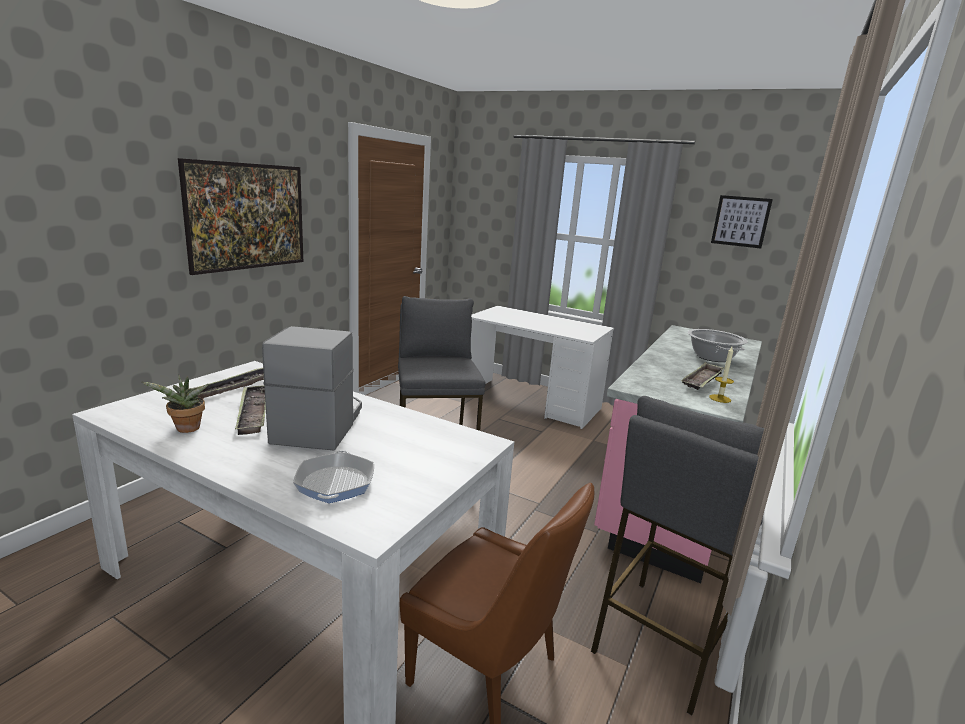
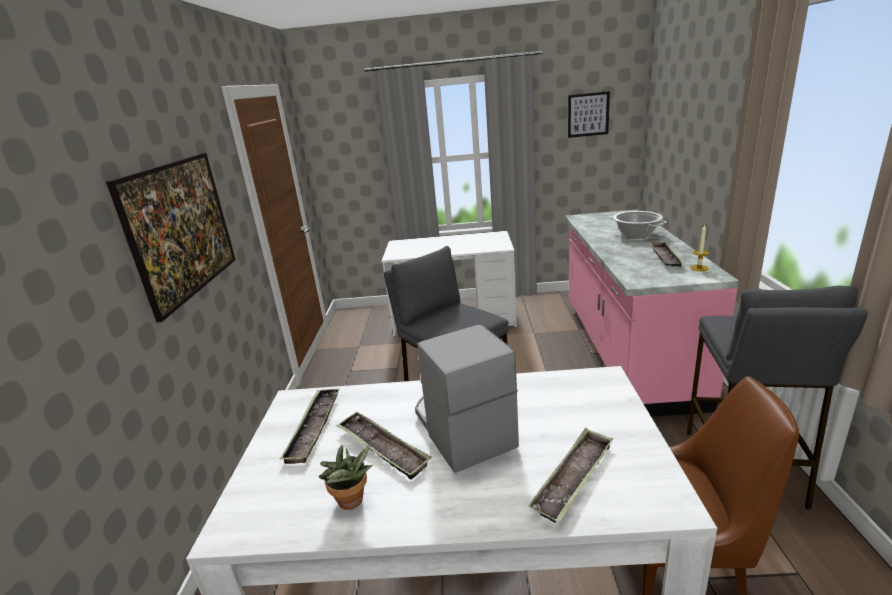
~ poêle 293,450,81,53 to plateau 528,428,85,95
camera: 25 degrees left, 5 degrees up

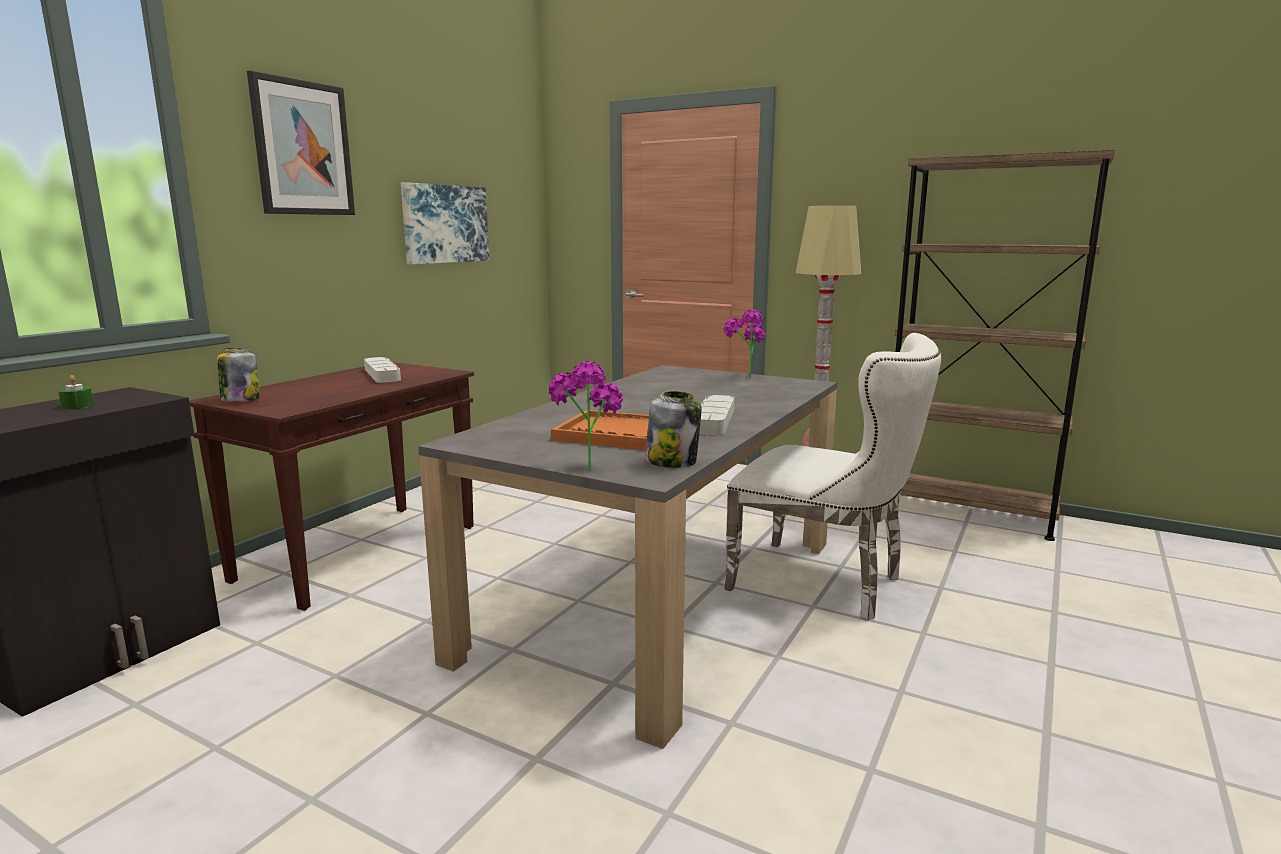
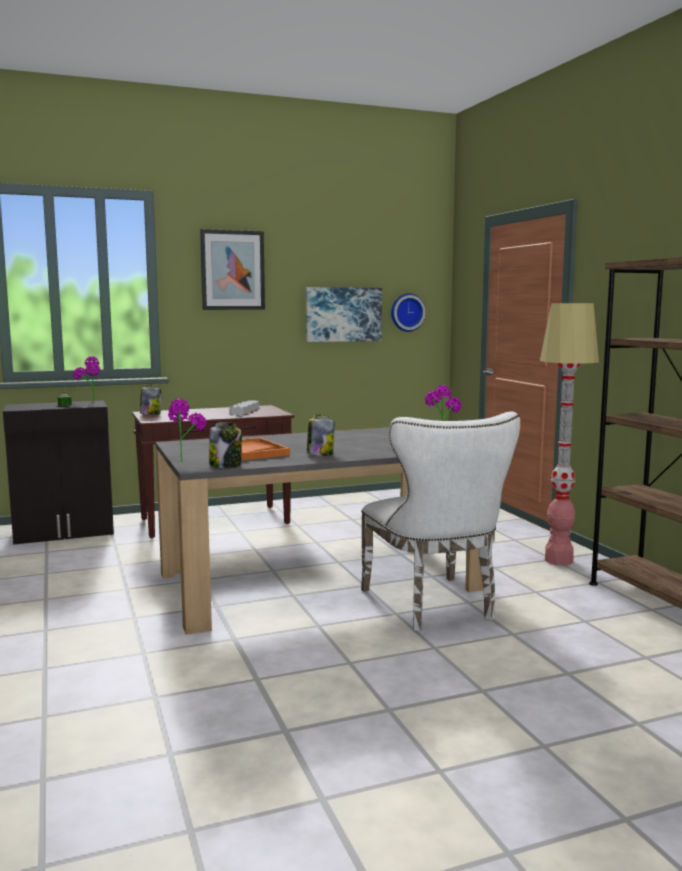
~ plateau [gris] 699,395,36,40 to bocal 307,415,28,41
+ horloge murale 391,293,35,39
+ plante en pot 73,356,27,45
camera: 40 degrees right, 5 degrees down

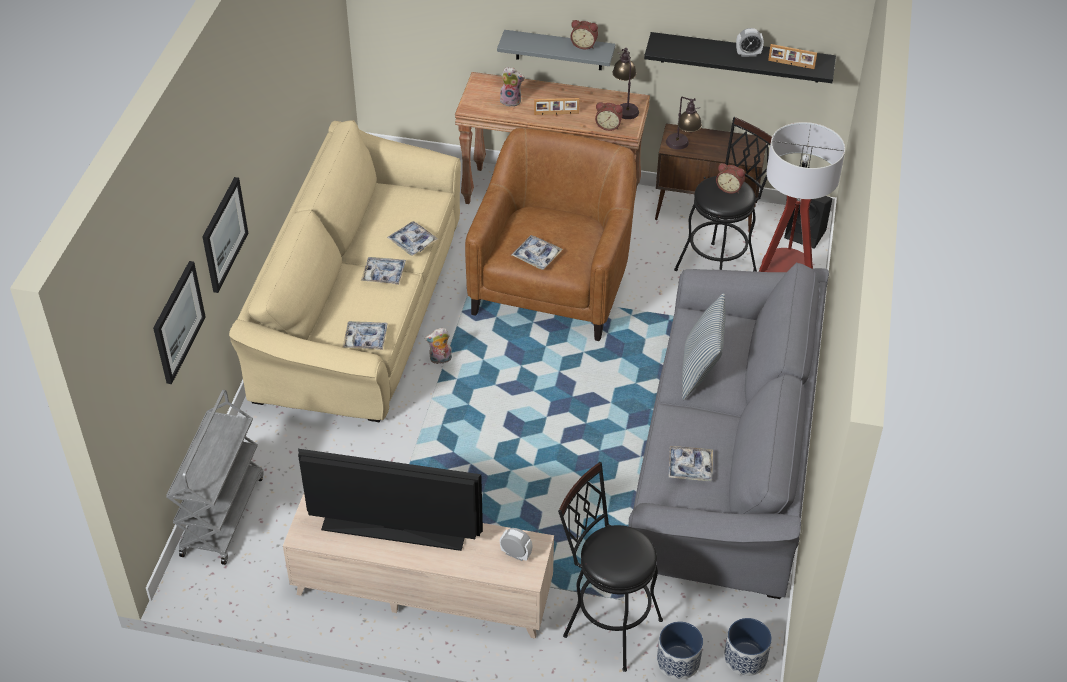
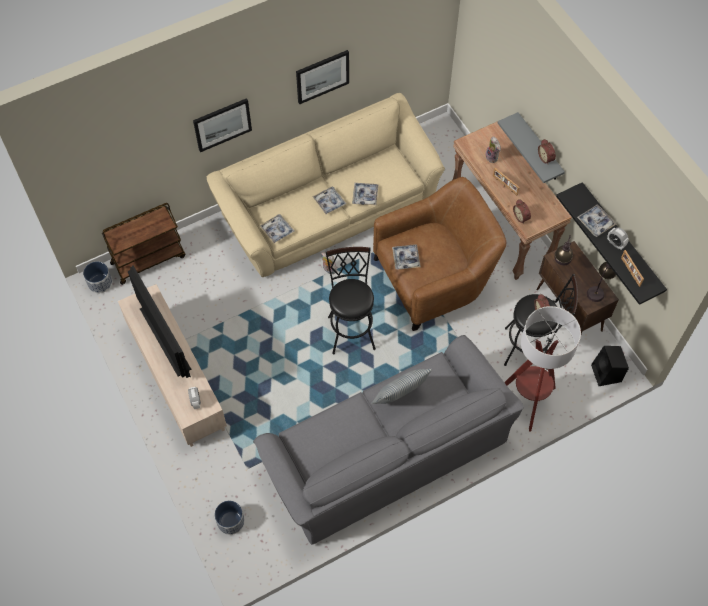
~ lampe de table 613,48,26,71 to 587,262,29,40
~ tableau 153,261,53,123 to 296,50,53,54
~ chariot [gris] 166,390,98,175 to chariot [marron] 102,203,84,82
~ plateau 668,446,45,35 to 577,204,39,33
~ tabouret [noir] 558,462,105,210 to 326,247,50,107
~ cache-pot 724,618,48,58 to 83,261,29,32
camera: 50 degrees right, 15 degrees up

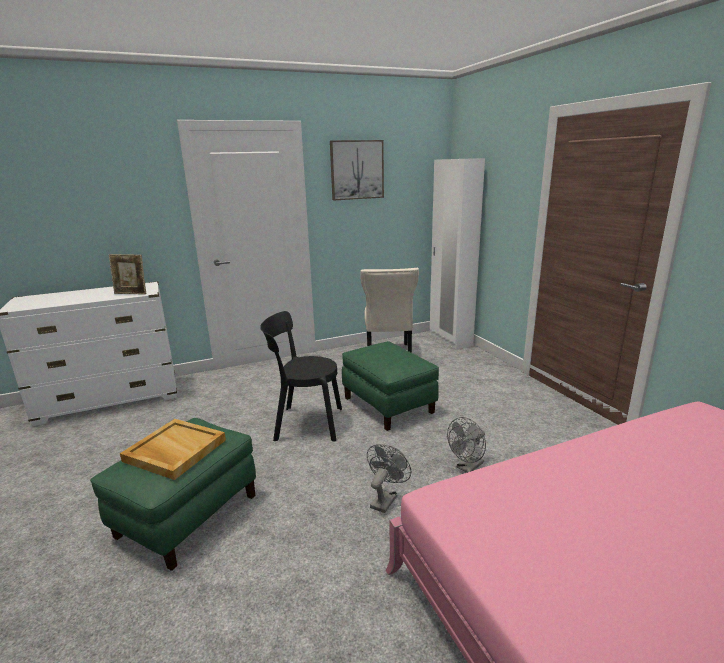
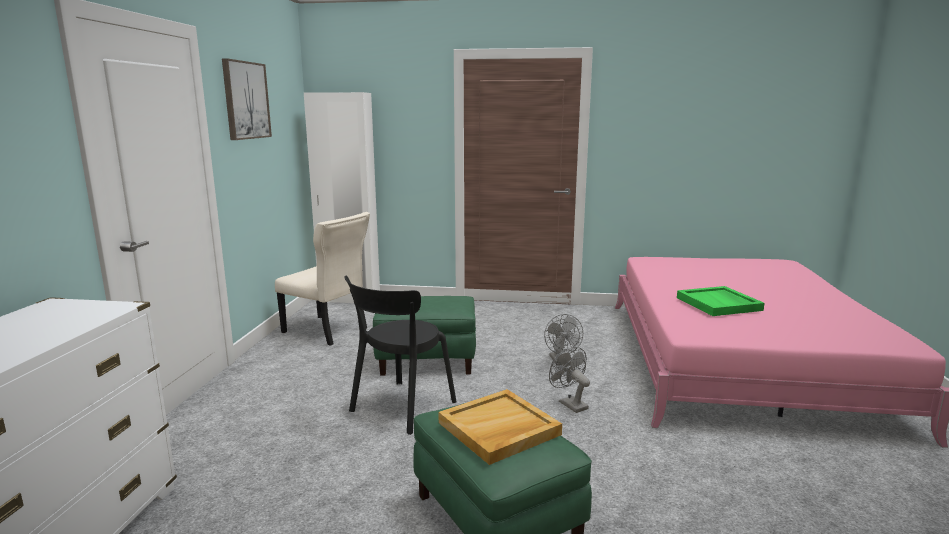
- cadre photo 109,254,37,40
+ plateau [vert] 677,286,88,30
camera: 60 degrees left, 5 degrees down

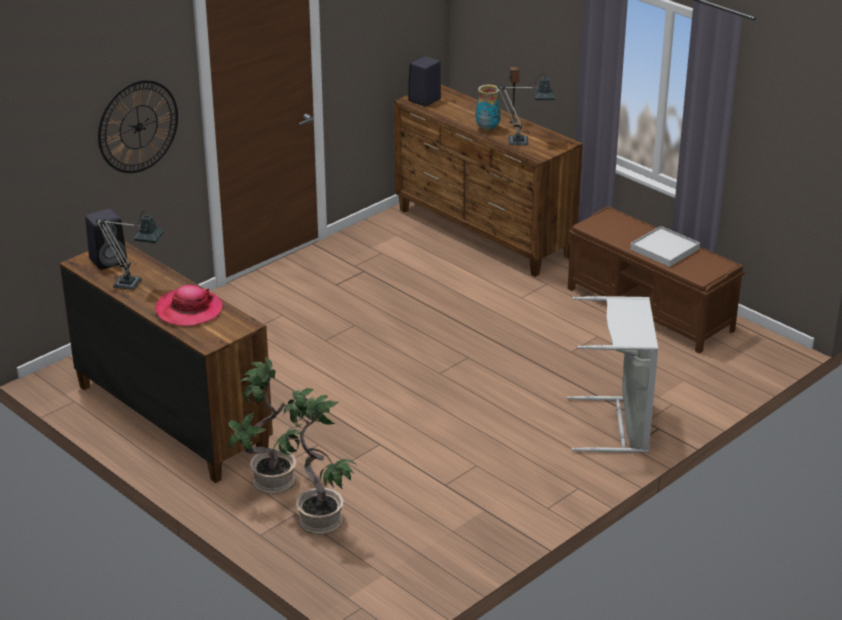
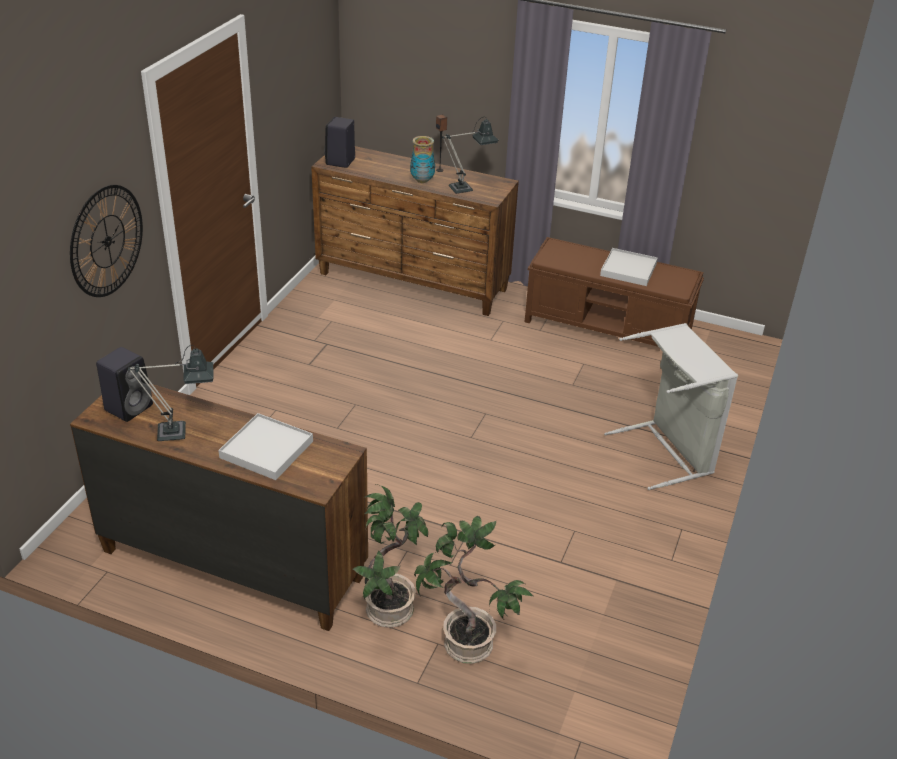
~ chapeau 155,285,68,41 to plateau [blanc] 218,413,95,67
camera: 25 degrees left, 5 degrees up

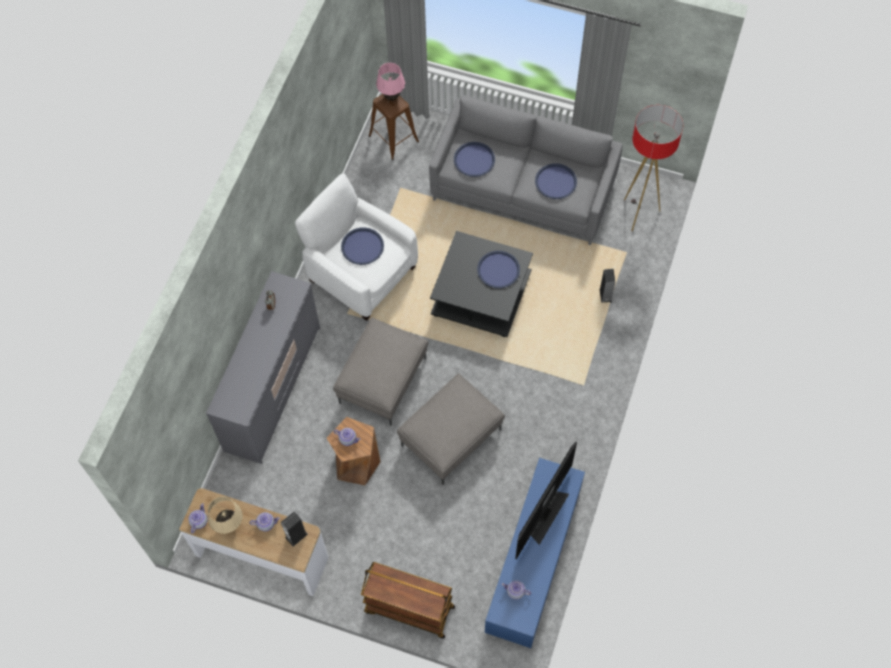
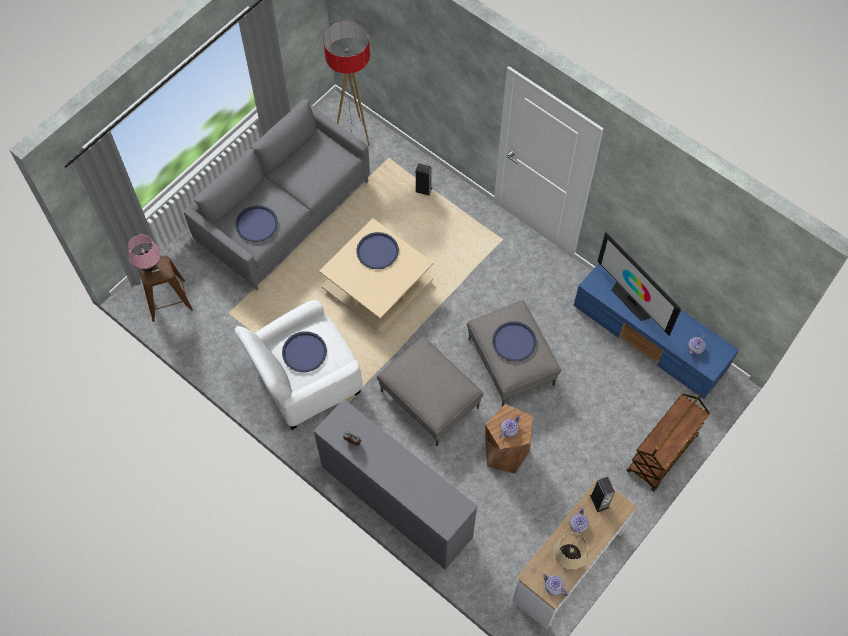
~ plateau [bleu] 535,163,42,36 to 492,321,45,41
~ table basse [noir] 430,231,103,106 to table basse [beige] 319,218,115,116
camera: 70 degrees left, 0 degrees up

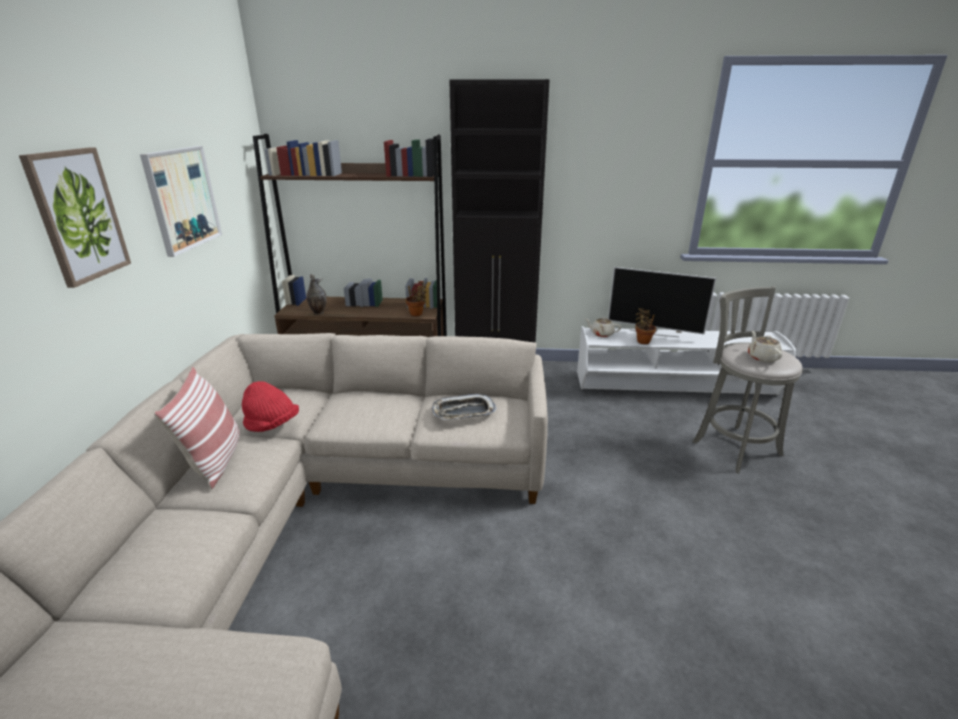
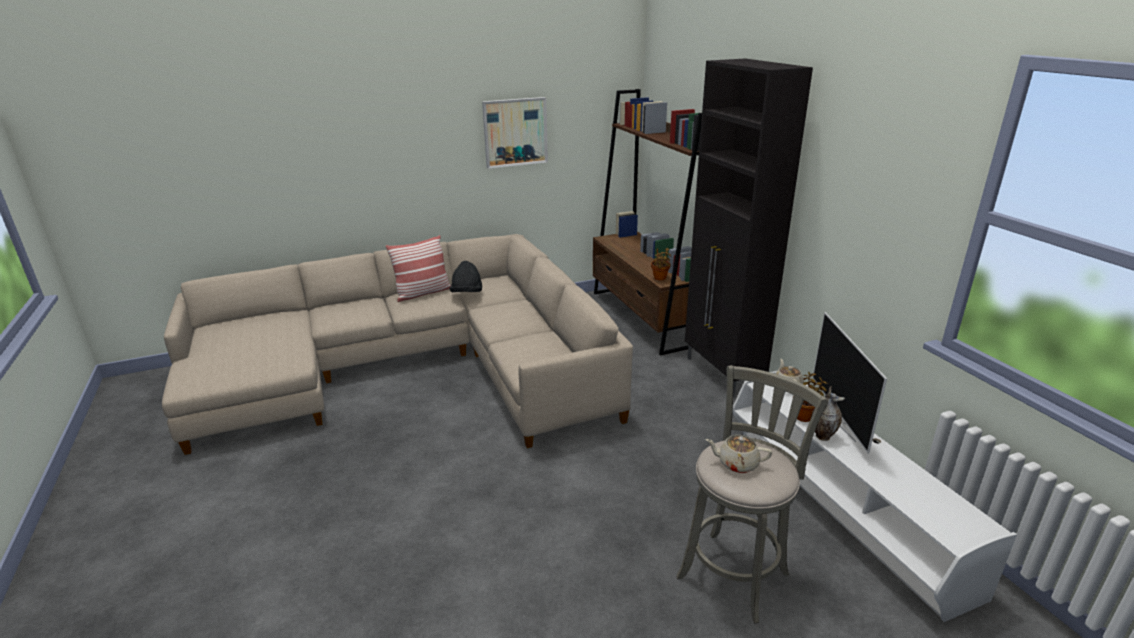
- tableau 19,147,112,141
~ vase 306,274,21,40 to 811,386,34,55
~ théière [beige] 748,331,34,31 = 705,435,67,38 135 degrees counterclockwise
~ chapeau [rouge] 242,381,57,51 to chapeau [noir] 450,261,32,31
- plateau 432,394,65,26
camera: 65 degrees right, 0 degrees up

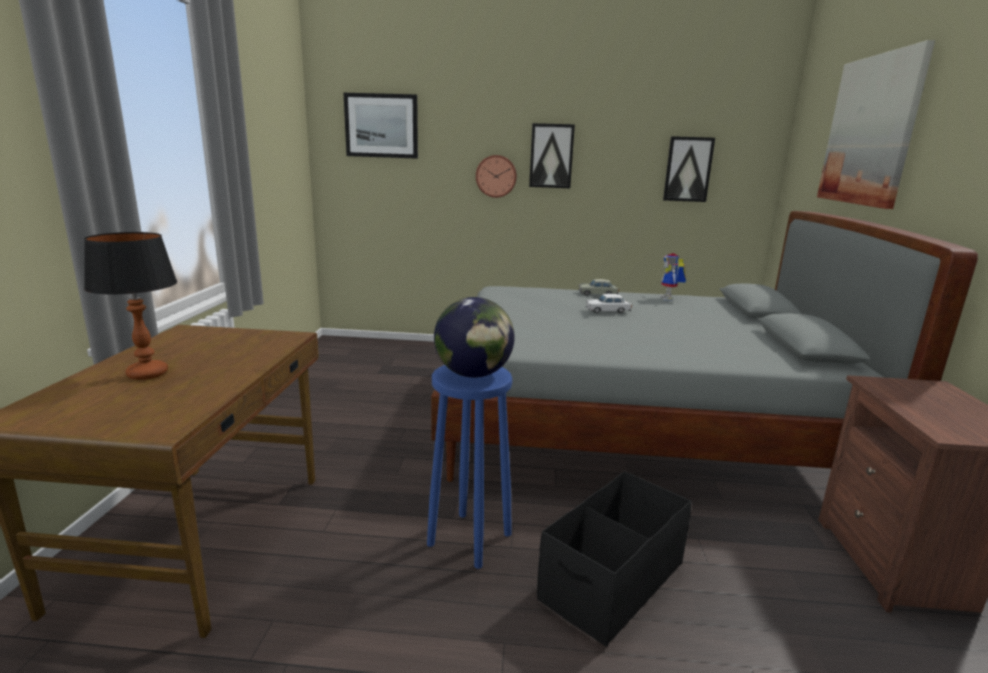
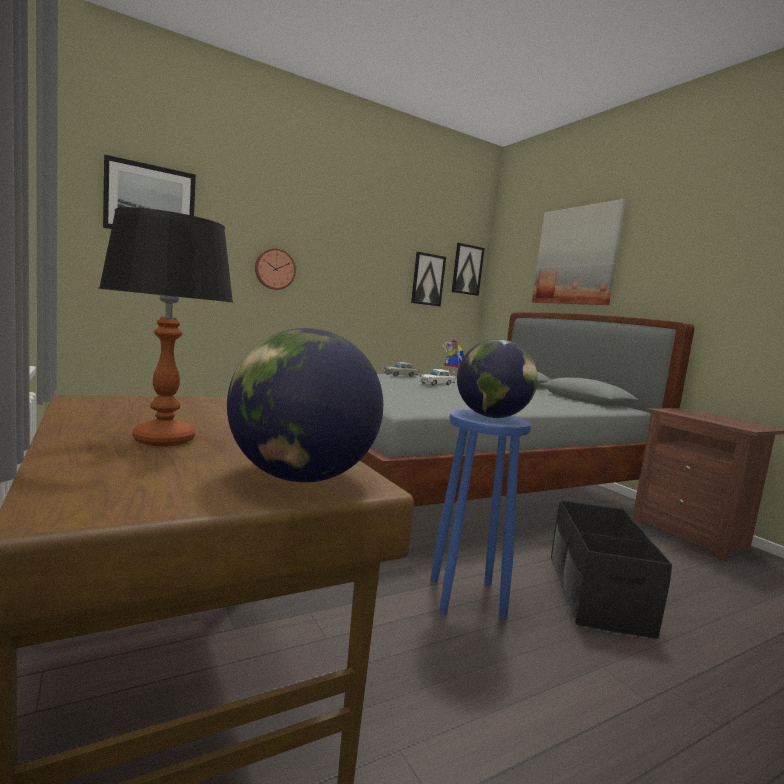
~ tableau 529,123,46,65 to 451,243,34,53
+ globe 227,328,156,155
camera: 35 degrees left, 10 degrees down

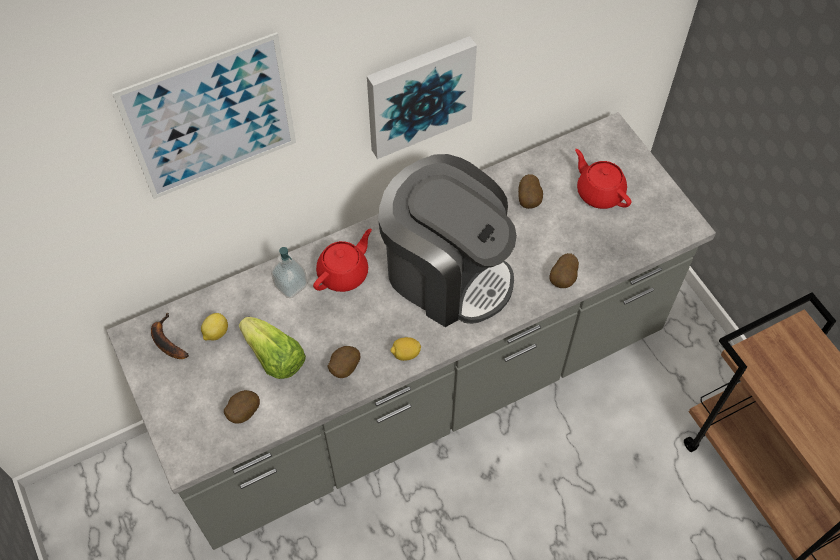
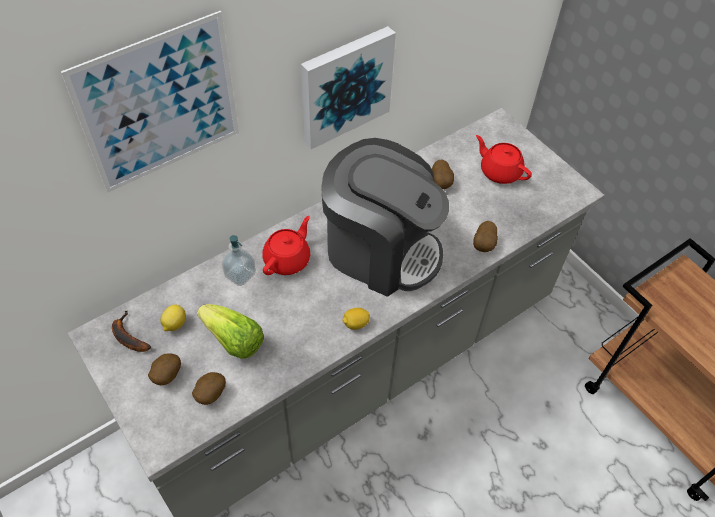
~ pomme de terre 327,346,33,32 to 148,353,33,32
camera: 10 degrees left, 5 degrees down

